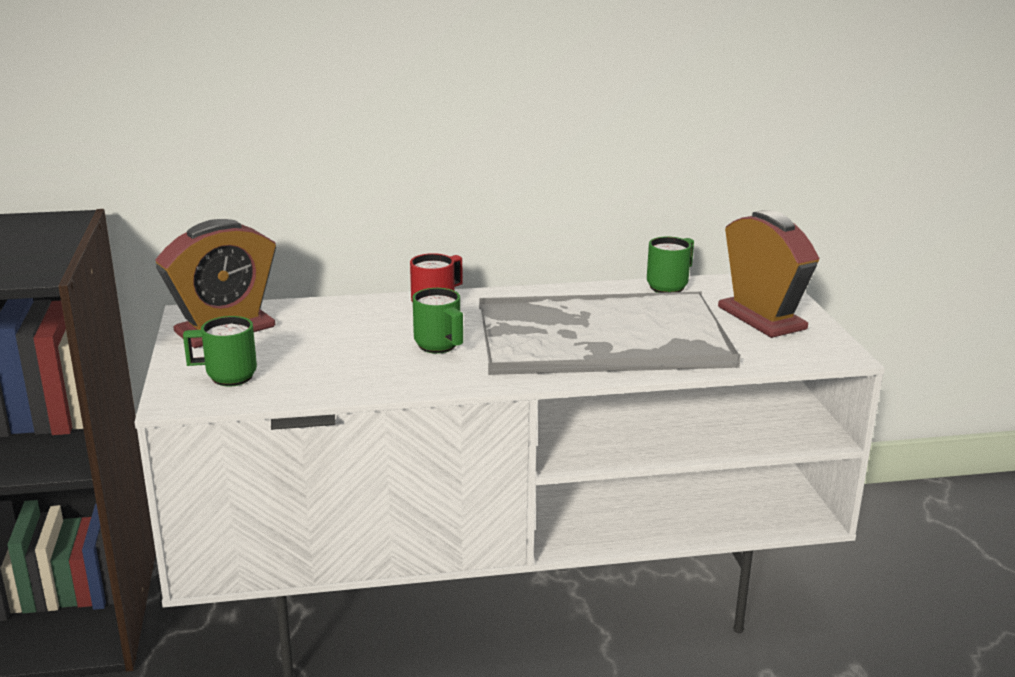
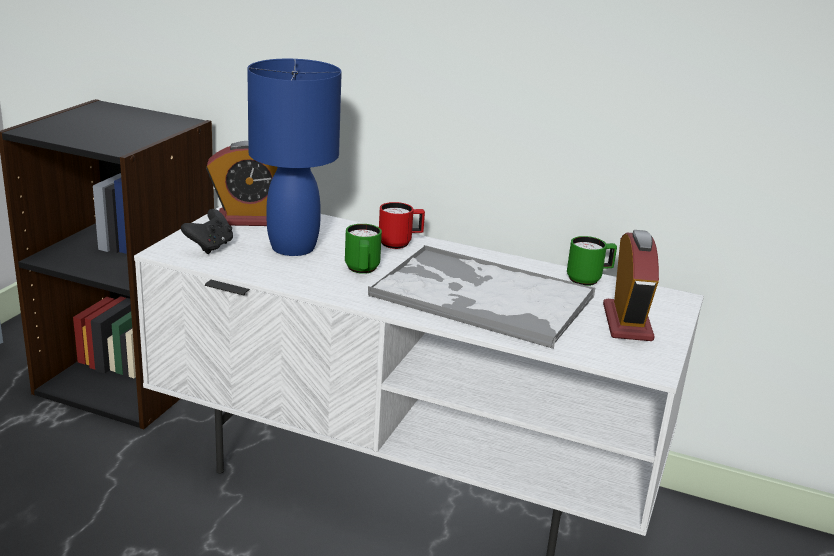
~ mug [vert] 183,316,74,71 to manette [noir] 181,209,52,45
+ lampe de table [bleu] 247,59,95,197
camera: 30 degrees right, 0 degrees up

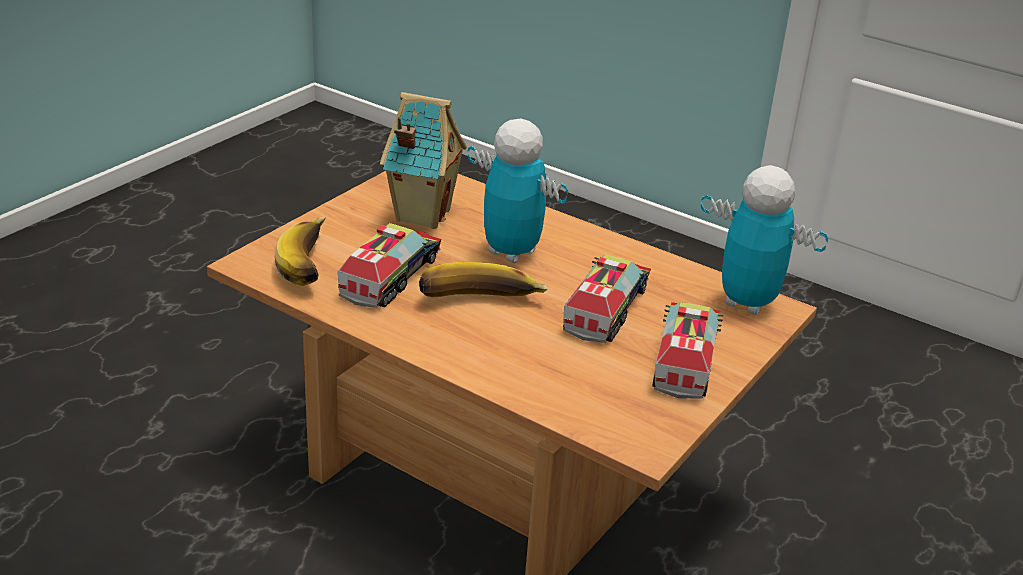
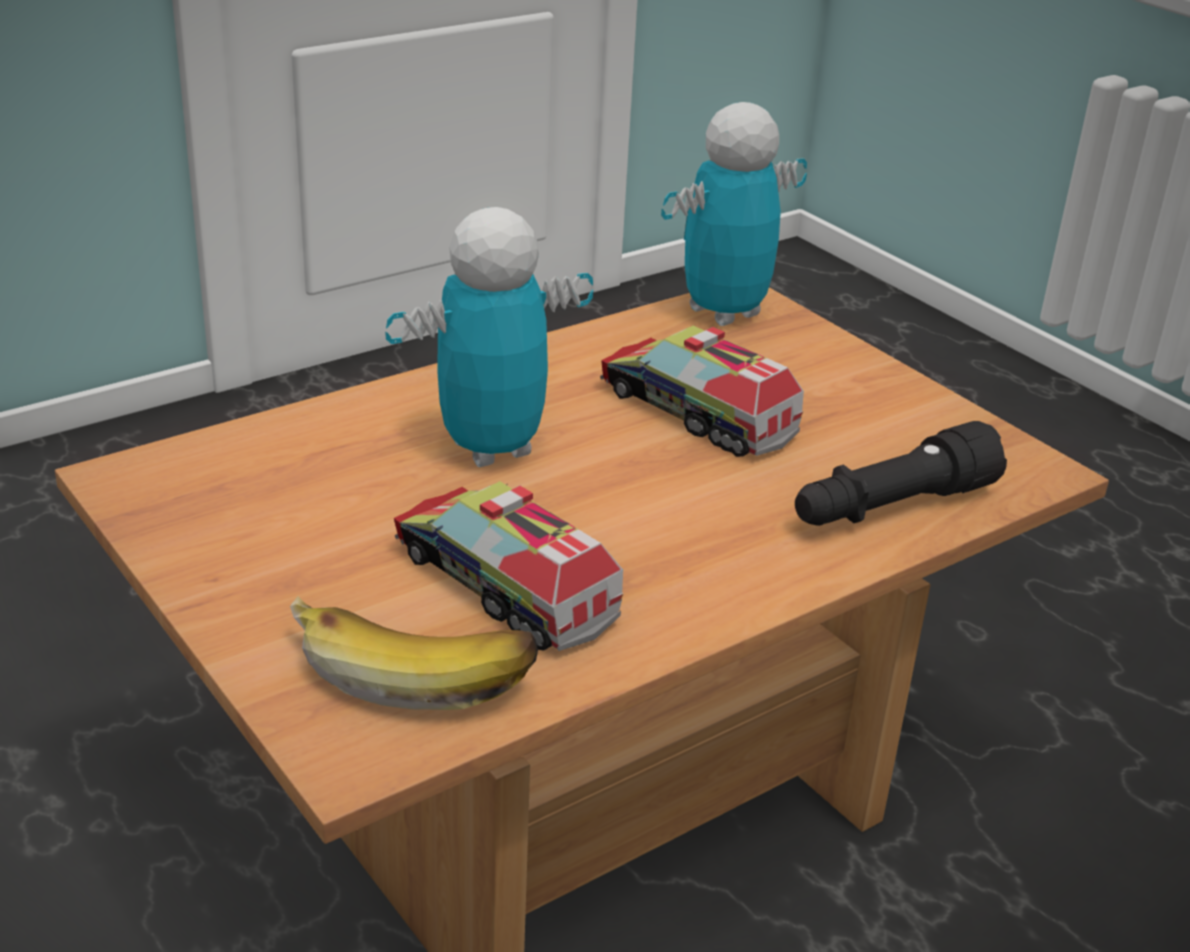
- maison miniature 380,92,87,137
- banane 419,262,129,35
- camion jouet 652,302,72,97
+ lampe de poche [noir] 795,421,212,105
camera: 70 degrees left, 0 degrees up

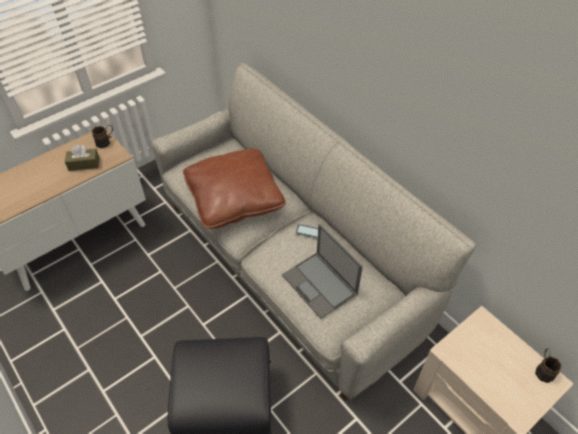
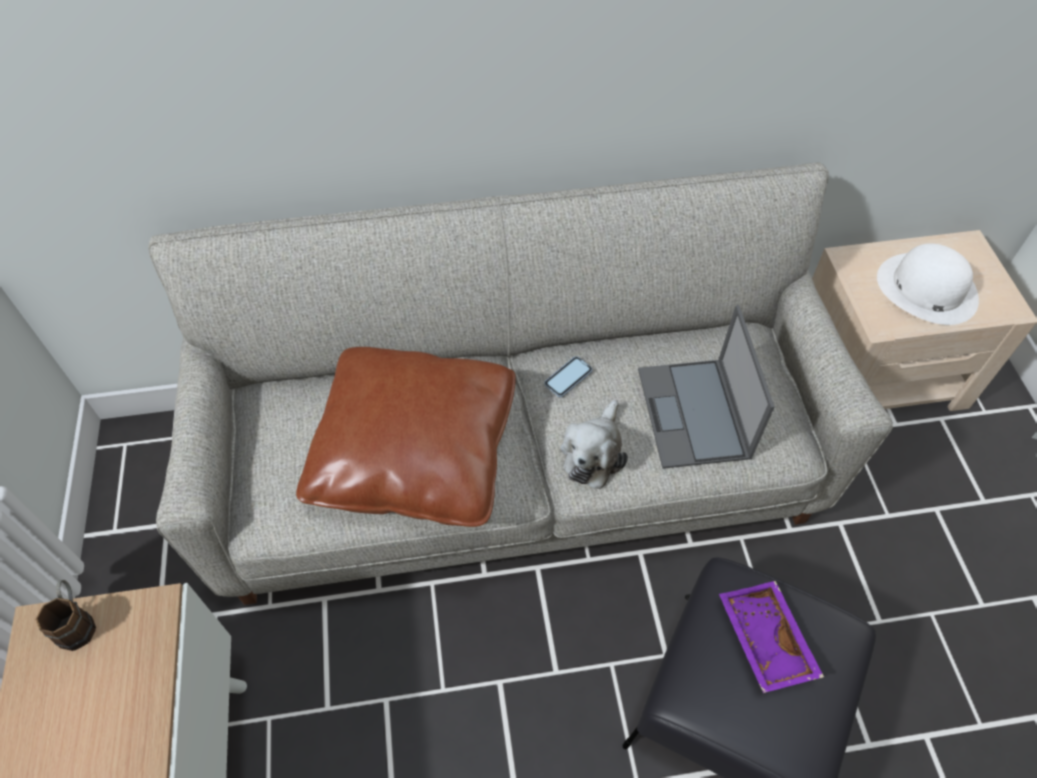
- boîte à mouchoirs [marron] 65,145,34,26
~ ordinateur portable 282,224,81,95 = 638,305,137,164 90 degrees clockwise
- mug [marron] 535,348,27,35
+ chapeau [blanc] 877,243,102,82
+ peluche 561,400,67,89
+ plateau [violet] 719,581,105,112
camera: 60 degrees left, 5 degrees up

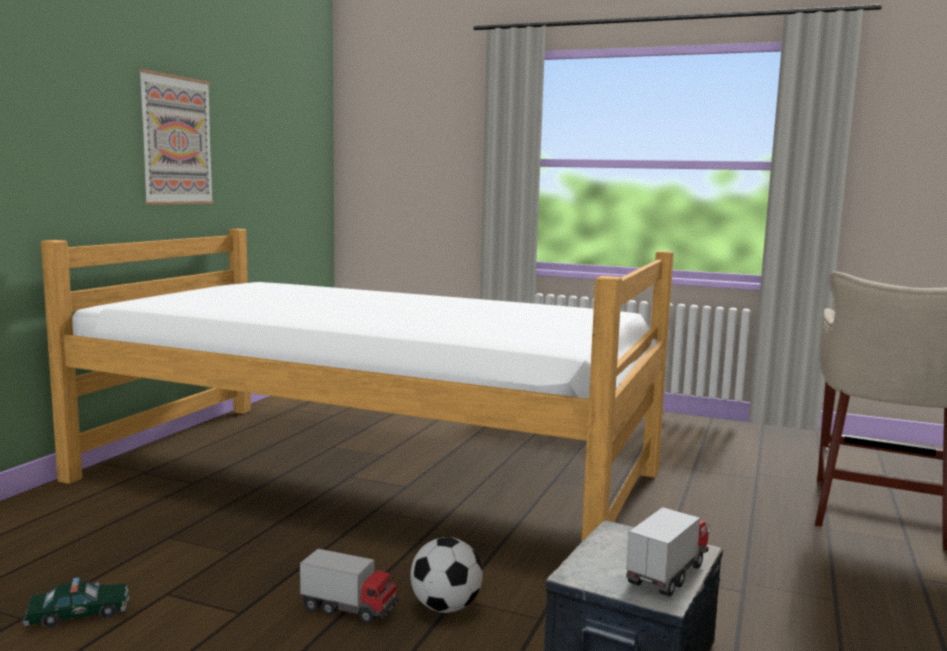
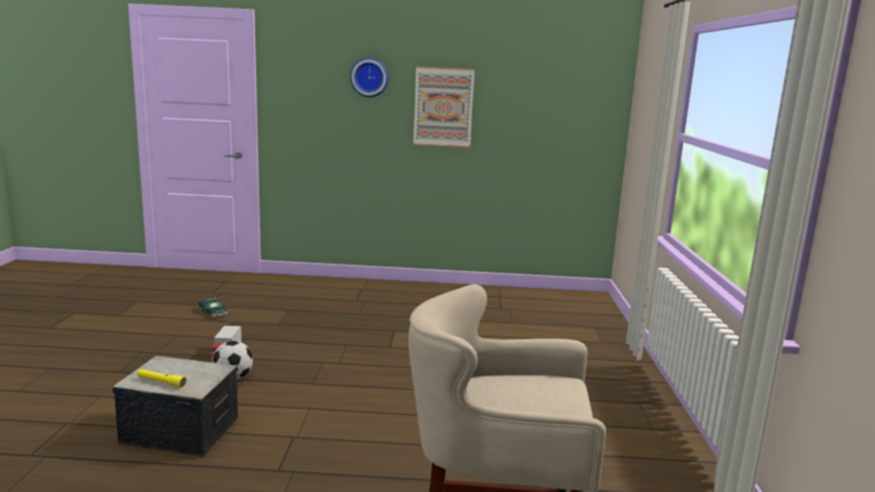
- lit 41,229,633,312
~ camion jouet 626,507,84,90 to lampe de poche [jaune] 137,369,50,19
+ horloge murale 350,58,38,39
camera: 70 degrees right, 5 degrees up

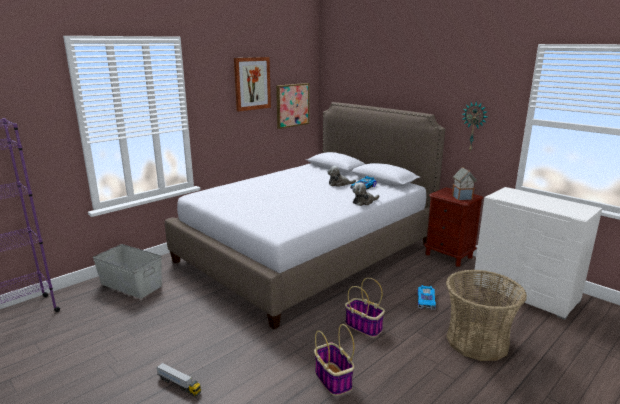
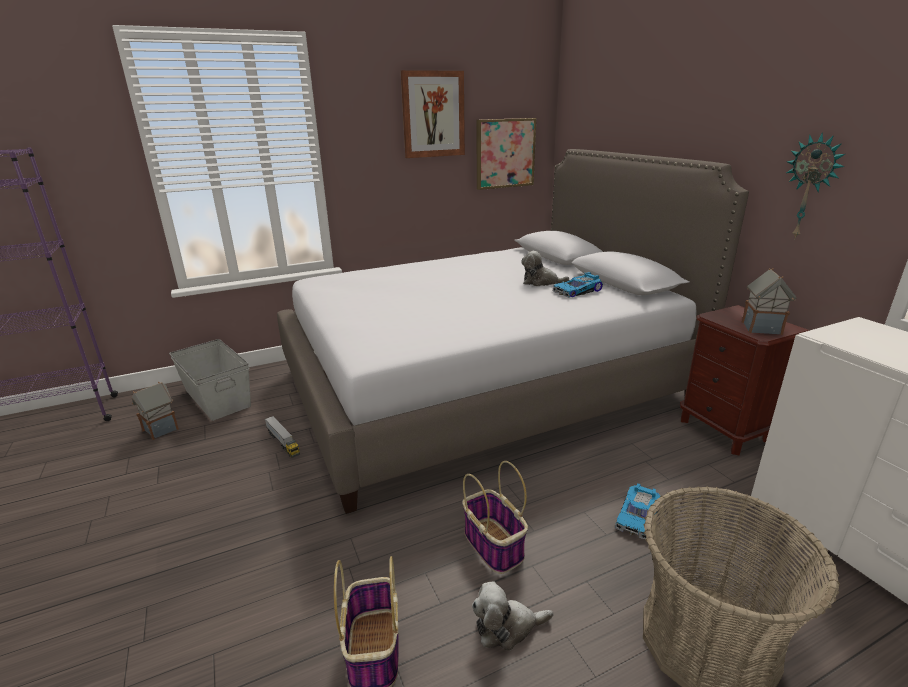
~ peluche 353,182,26,24 to 472,582,81,69
~ camion jouet 156,363,45,34 to 265,416,35,42
+ maison miniature 132,382,47,58
camera: 20 degrees right, 5 degrees up

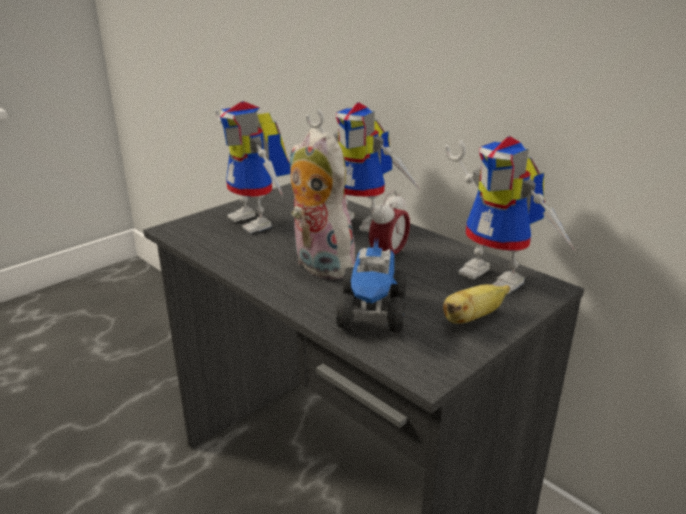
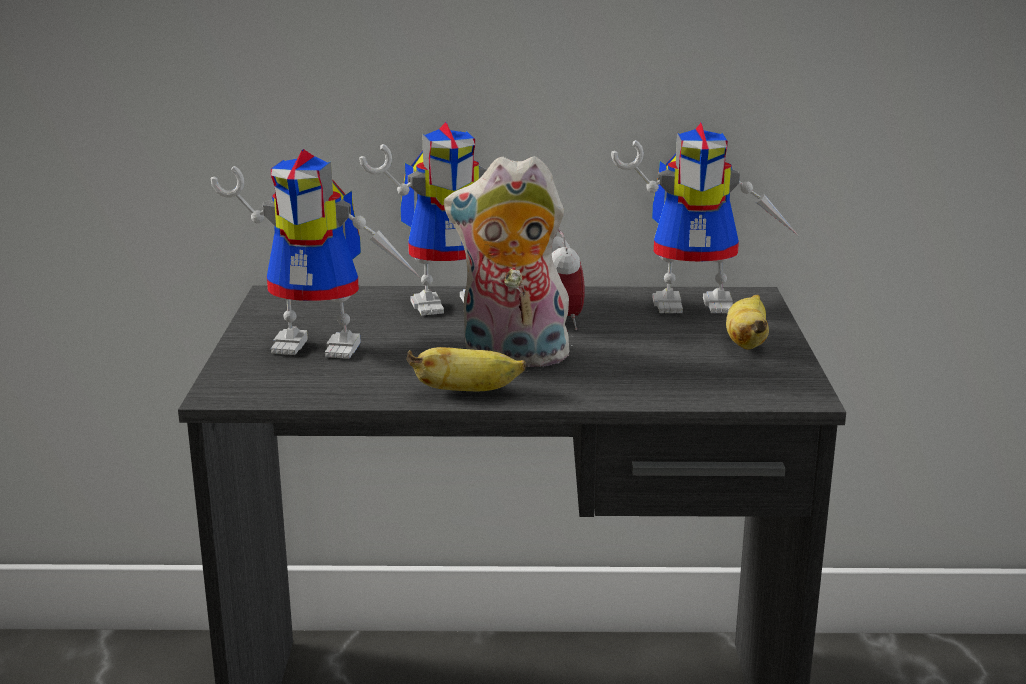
- camion jouet 336,239,71,94
+ banane 407,347,119,44
camera: 45 degrees left, 5 degrees down

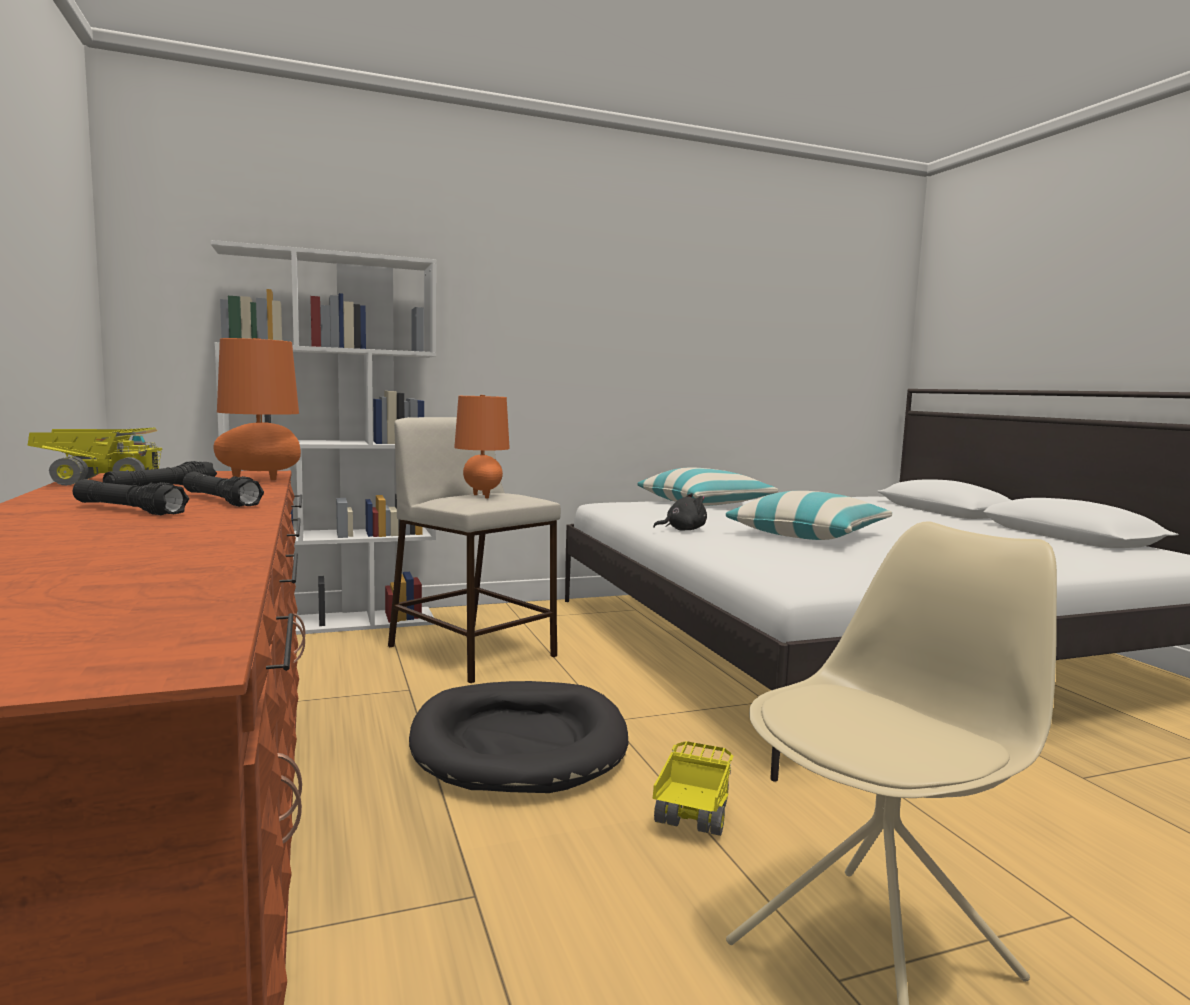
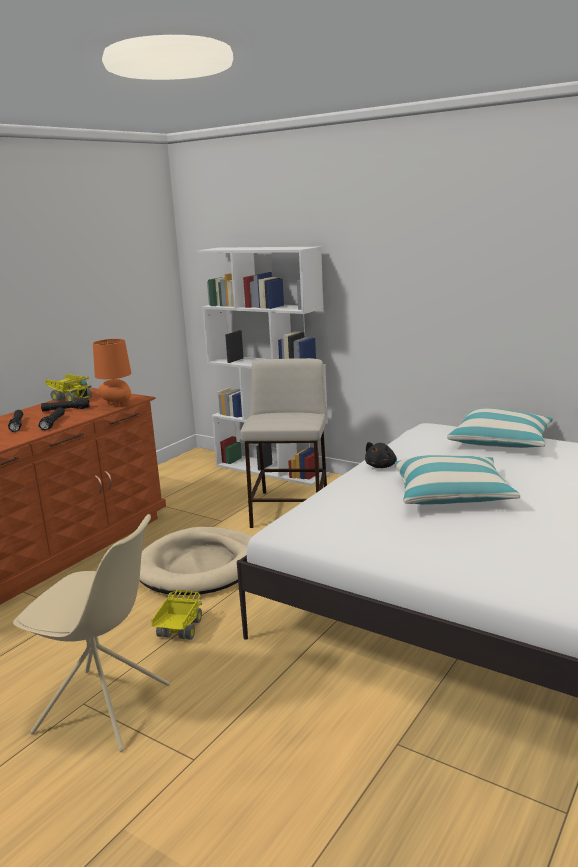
- lampe de table [orange] 454,395,56,103
~ peluche [noir] 653,493,54,37 = 365,442,32,26 90 degrees clockwise
~ panier pour chien [noir] 409,681,220,112 to panier pour chien [beige] 139,527,113,68
~ camion jouet 653,741,81,95 = 152,590,50,50 60 degrees counterclockwise
camera: 55 degrees right, 10 degrees up

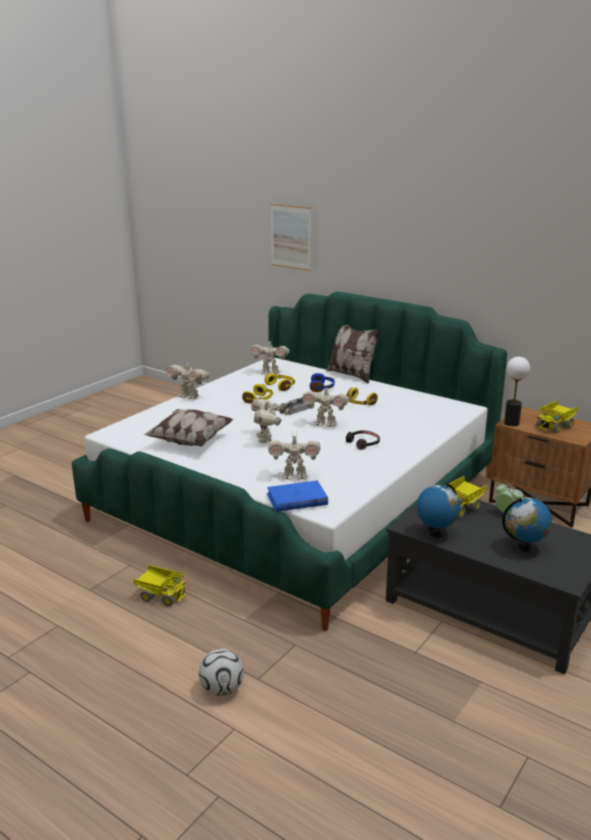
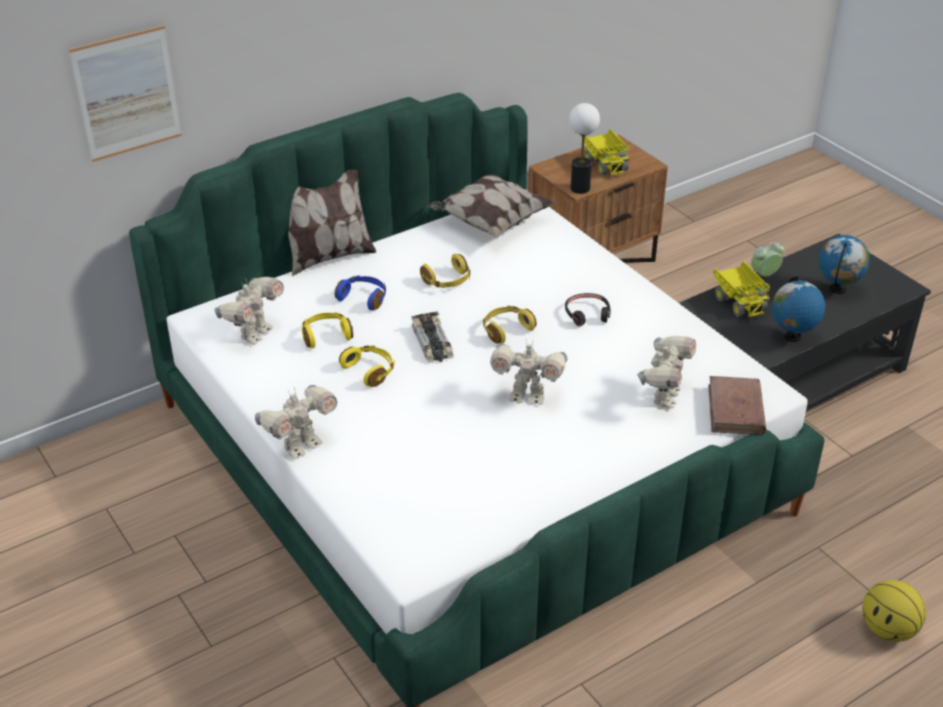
~ robot jouet 303,384,46,43 to casque audio [jaune] 483,306,54,38
~ coussin 143,409,91,37 to 428,174,127,65
~ livre [bleu] 266,480,62,32 to livre [marron] 708,376,58,58
- camion jouet 133,565,54,41
~ ballon de foot 199,649,45,47 to ballon de basket 862,580,64,62
camera: 70 degrees left, 15 degrees up

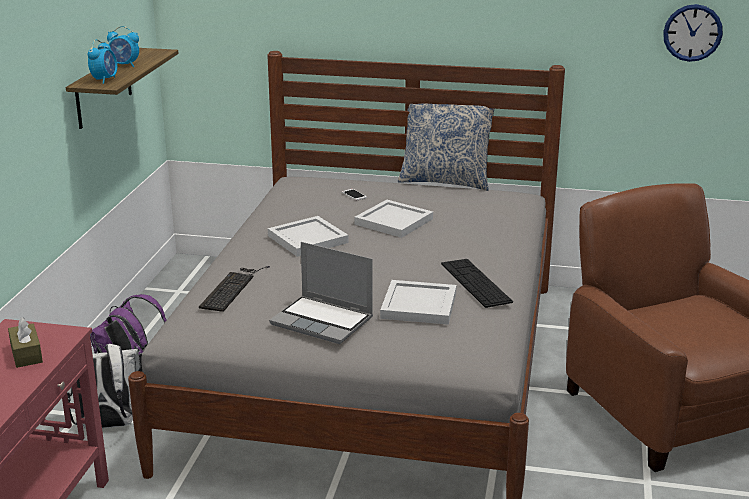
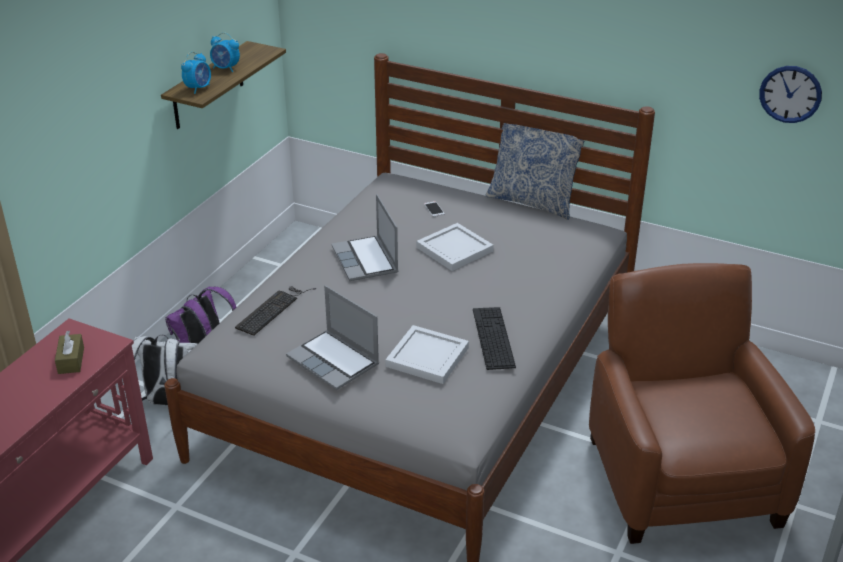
~ plateau [blanc] 268,216,81,41 to ordinateur portable 332,194,66,87
camera: 15 degrees right, 10 degrees up

